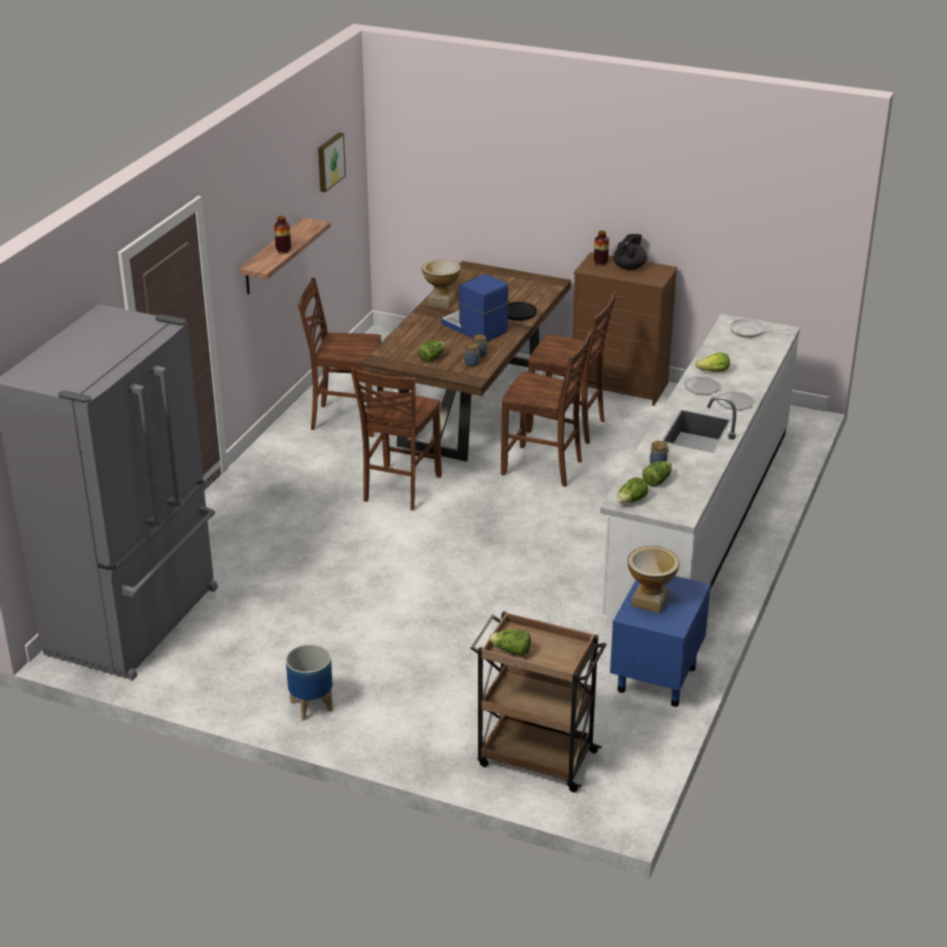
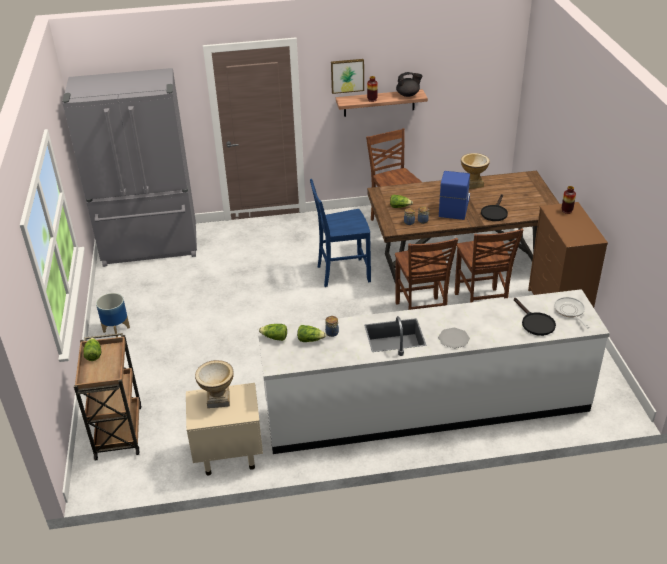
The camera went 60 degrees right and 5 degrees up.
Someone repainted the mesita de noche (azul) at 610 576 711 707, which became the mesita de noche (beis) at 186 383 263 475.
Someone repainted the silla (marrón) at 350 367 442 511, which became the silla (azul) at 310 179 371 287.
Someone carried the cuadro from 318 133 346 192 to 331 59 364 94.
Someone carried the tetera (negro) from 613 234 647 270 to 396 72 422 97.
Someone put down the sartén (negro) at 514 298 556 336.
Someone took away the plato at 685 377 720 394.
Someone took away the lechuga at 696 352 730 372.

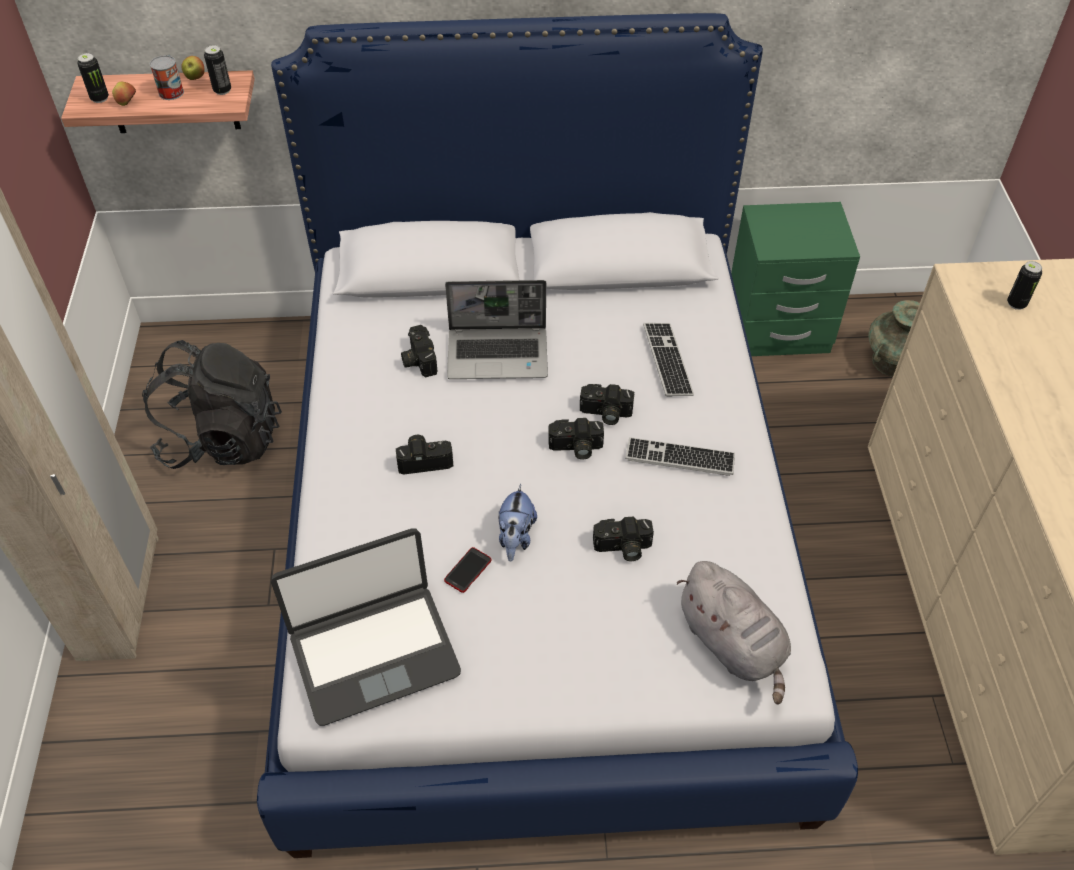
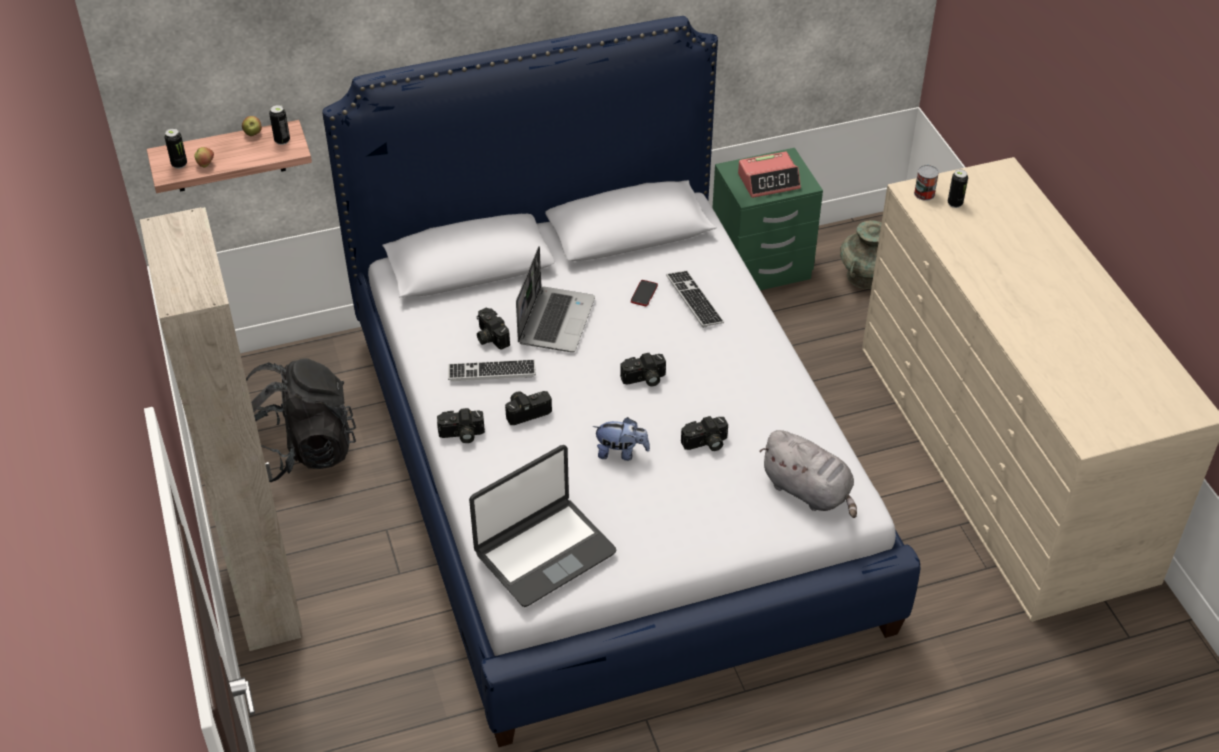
The camera went 15 degrees left and 5 degrees down.
Someone carried the cámara from 580 384 634 425 to 437 408 485 443.
Someone carried the teclado from 625 437 735 476 to 448 359 536 381.
Someone rotated the portátil at 445 280 548 379 by 60 degrees counterclockwise.
Someone rotated the peluche at 499 484 537 561 by 75 degrees counterclockwise.
Someone carried the móvil from 444 547 492 593 to 631 280 658 306.
Someone put down the despertador at 738 152 801 198.
Someone carried the lata from 150 55 184 100 to 914 165 939 201.

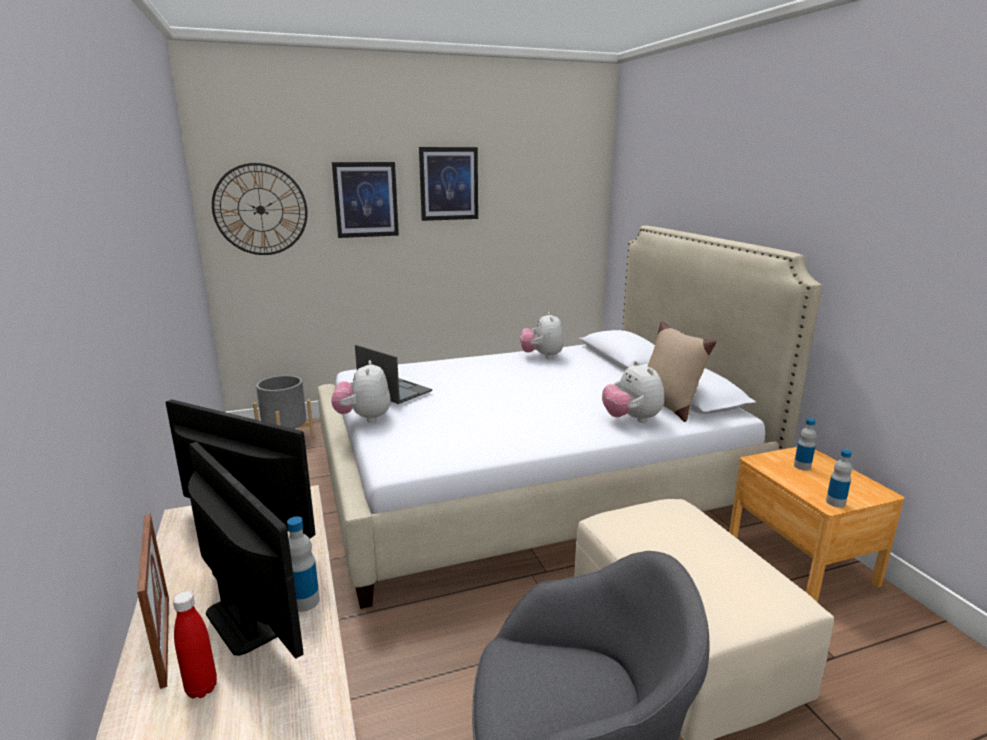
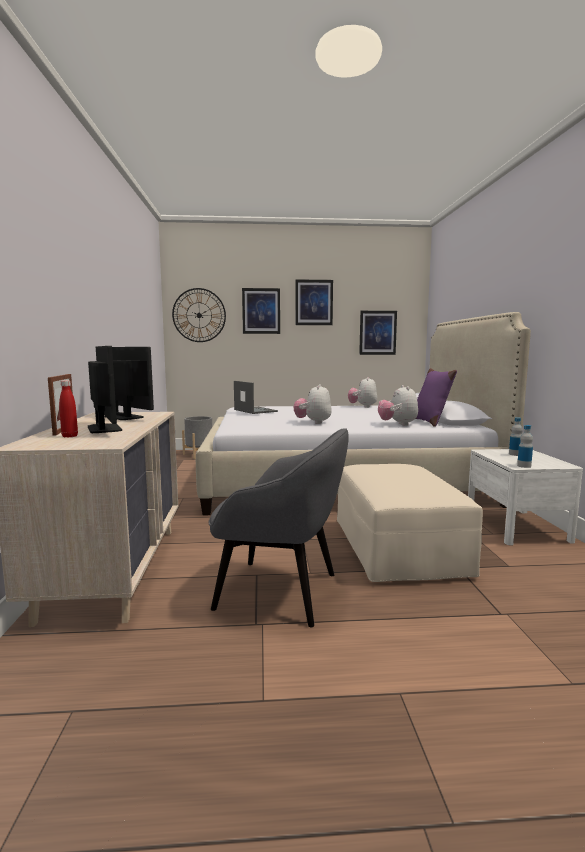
The camera went 15 degrees right and 10 degrees down.
Someone carried the peluche from 331 360 391 423 to 294 384 332 424.
Someone put up the cuadro at 359 311 397 355.
Someone repainted the cojín (beis) at 647 321 717 422, which became the cojín (morado) at 416 368 457 427.
Someone repainted the mesita de noche (marrón) at 729 447 904 603, which became the mesita de noche (blanco) at 468 449 583 545.
Someone took away the botella at 287 516 320 612.

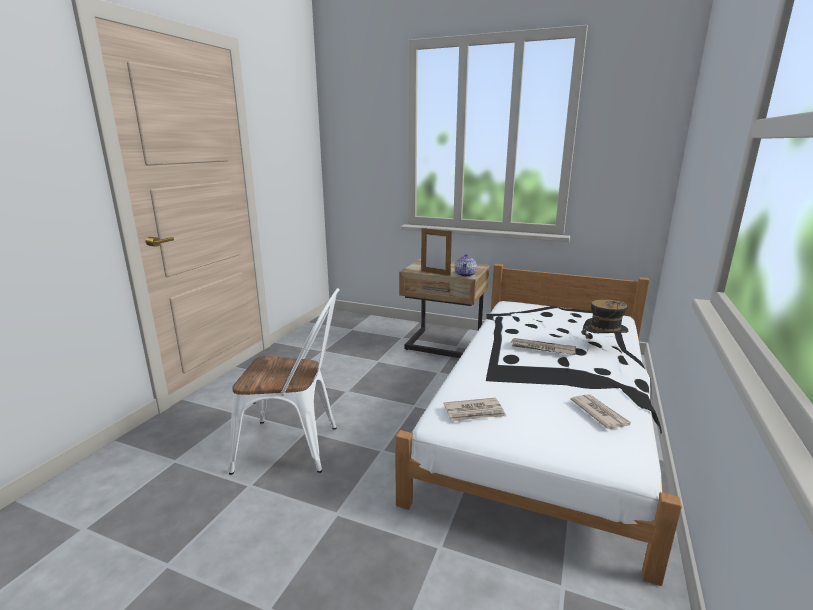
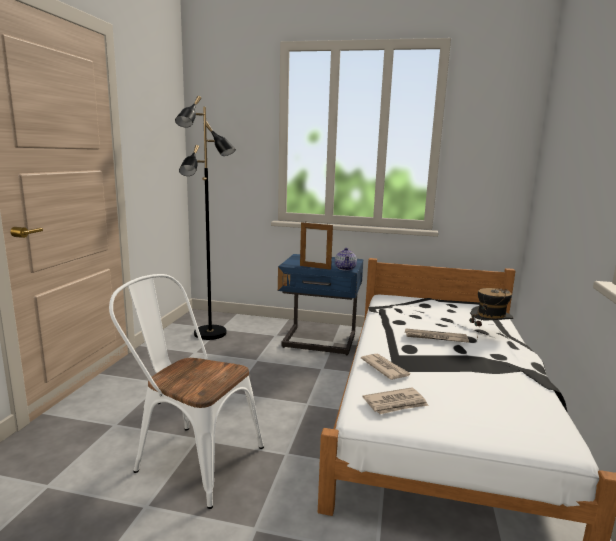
The camera went 10 degrees left and 5 degrees down.
Someone rotated the silla (blanco) at 229 288 340 475 by 150 degrees counterclockwise.
Someone put down the lámpara de pie (negro) at 175 96 236 340.
Someone repainted the mesita de noche (beis) at 399 258 489 358, which became the mesita de noche (azul) at 278 254 363 355.
Someone carried the periódico from 570 394 632 429 to 361 353 411 380.

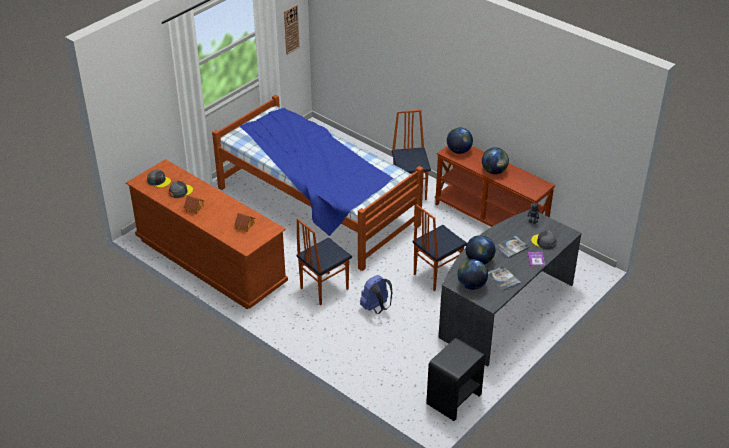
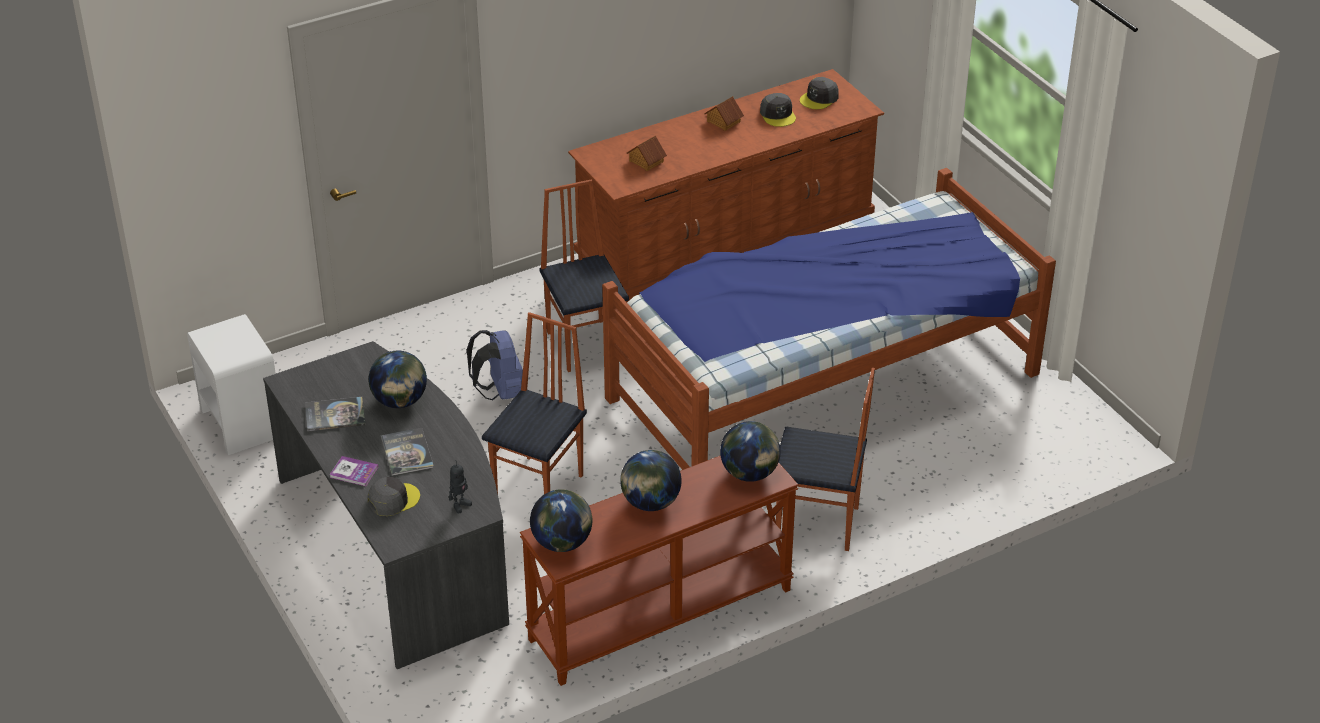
The camera went 110 degrees right and 0 degrees up.
Someone repainted the mesita de noche (negro) at 426 338 486 421, which became the mesita de noche (blanco) at 187 314 276 455.
Someone rotated the silla at 412 205 467 291 by 45 degrees clockwise.
Someone carried the globo terráqueo from 458 259 488 290 to 530 489 592 552.
Someone took away the reloj de pared at 284 4 300 55.

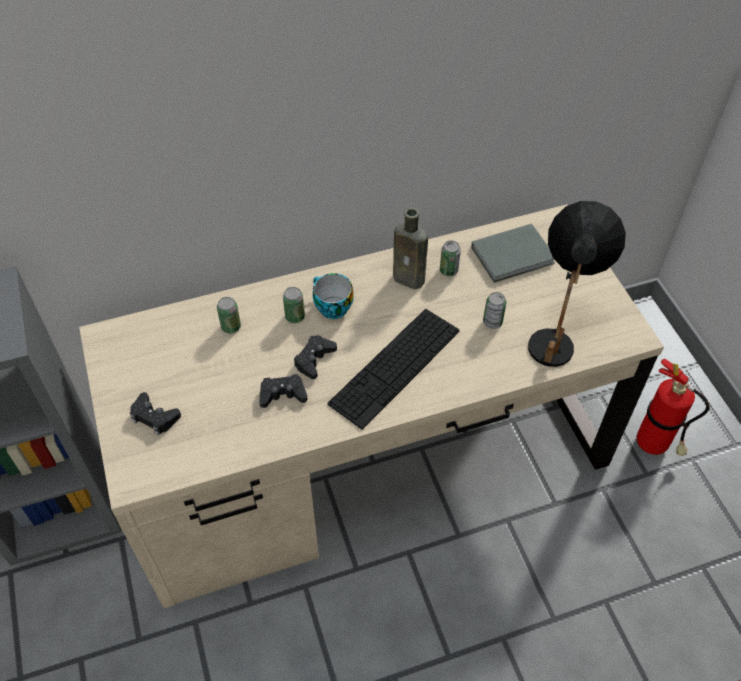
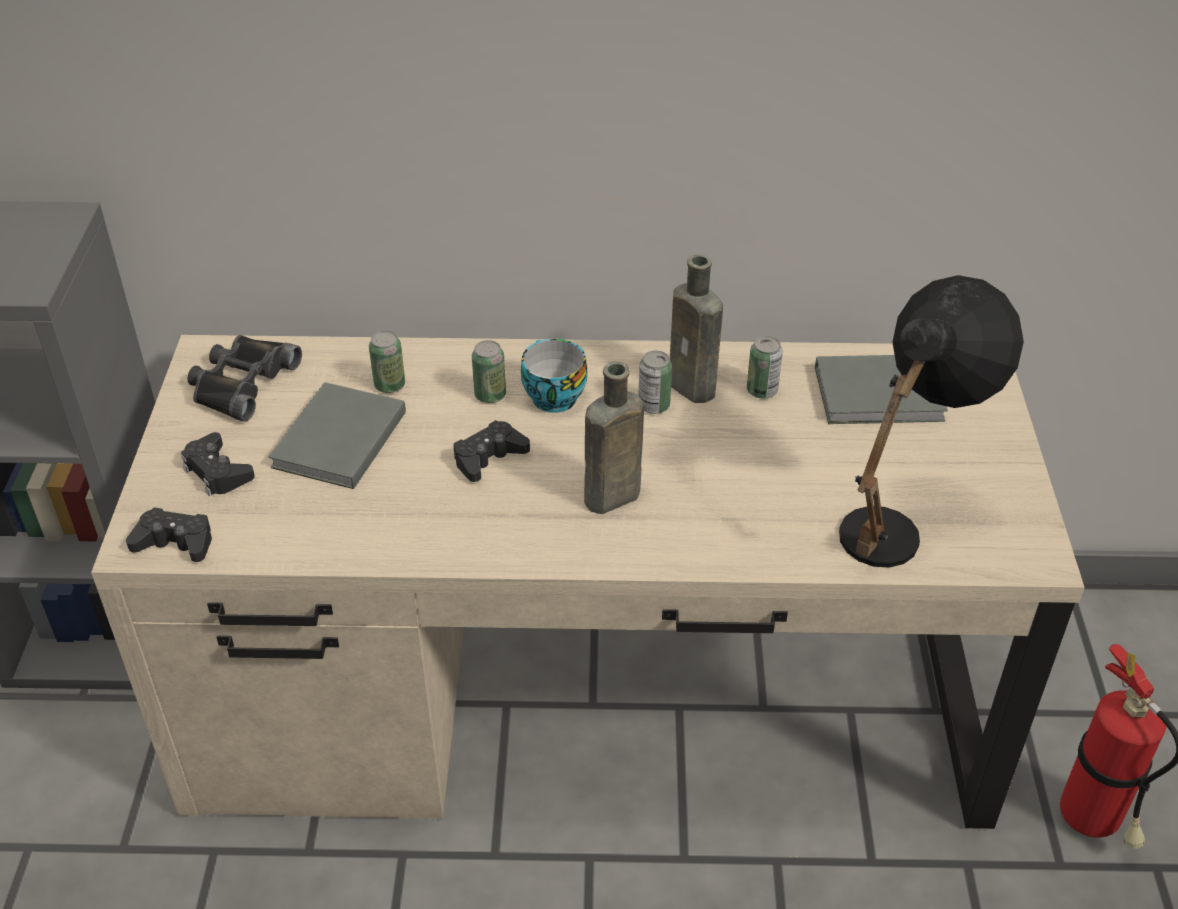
The camera went 20 degrees right and 10 degrees down.
Someone carried the mando de consola (negro) from 259 374 307 408 to 126 507 212 562.
Someone put down the prismáticos (negro) at 187 335 302 422.
Someone put down the libro (gris) at 268 382 406 489.
Someone swapped the teclado at 328 309 459 430 for the botella (marrón) at 584 361 644 514.
Someone carried the lata from 483 292 506 329 to 638 351 672 414.

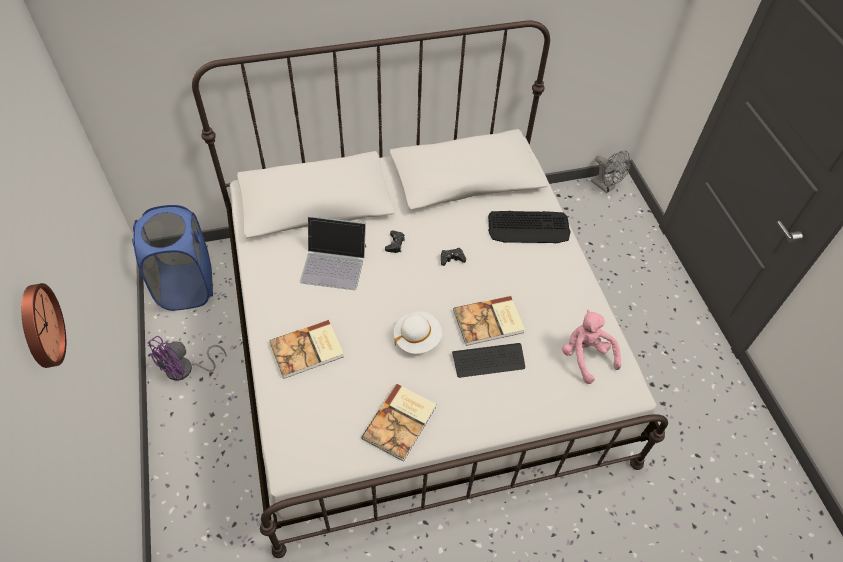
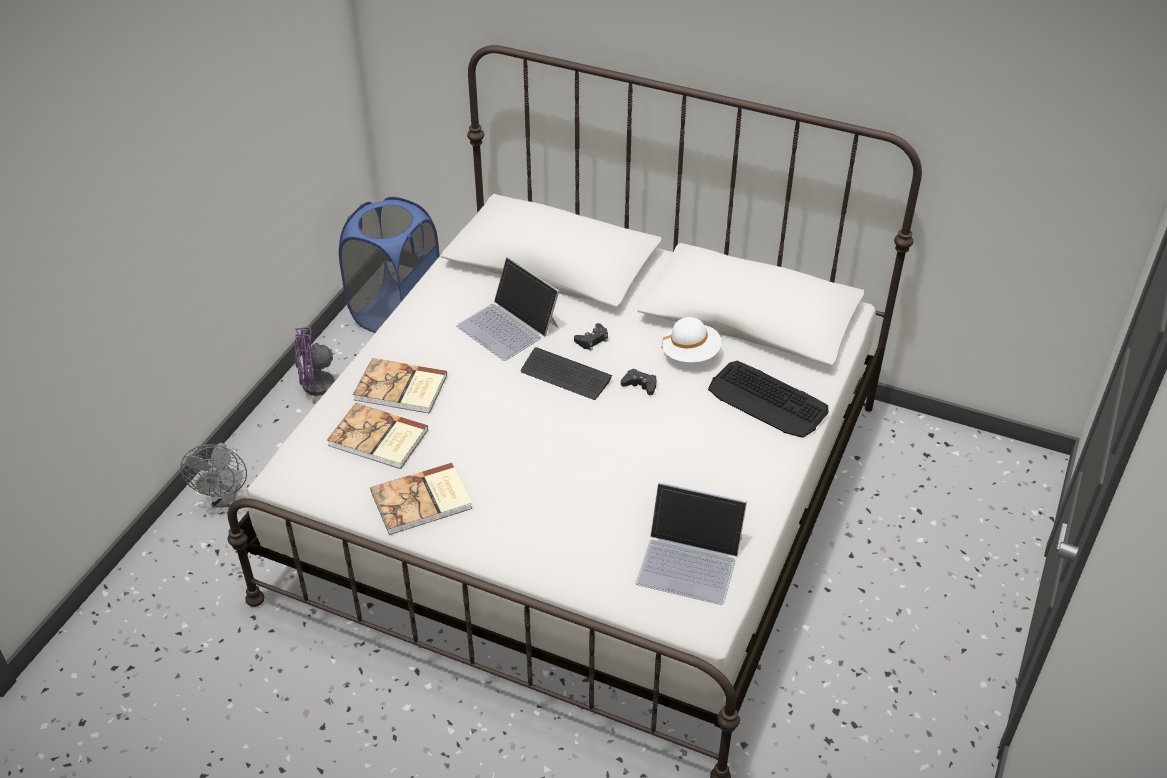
The camera went 40 degrees right and 10 degrees down.
Someone carried the ventilador (gris) from 591 151 630 193 to 180 443 247 508.
Someone carried the libro from 453 296 525 346 to 327 403 428 469.
Someone carried the teclado from 452 343 525 378 to 521 347 612 400.
Someone swapped the peluche (rosa) at 562 310 621 384 for the portátil at 636 482 747 605.
Someone carried the sombrero (blanco) from 394 312 442 354 to 662 317 721 362.
Someone took away the reloj de pared at 21 283 66 368.

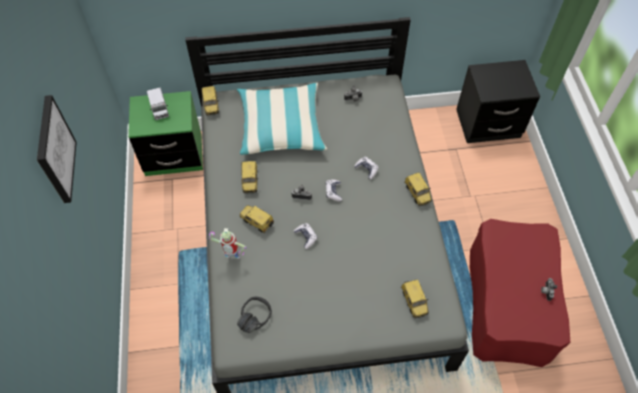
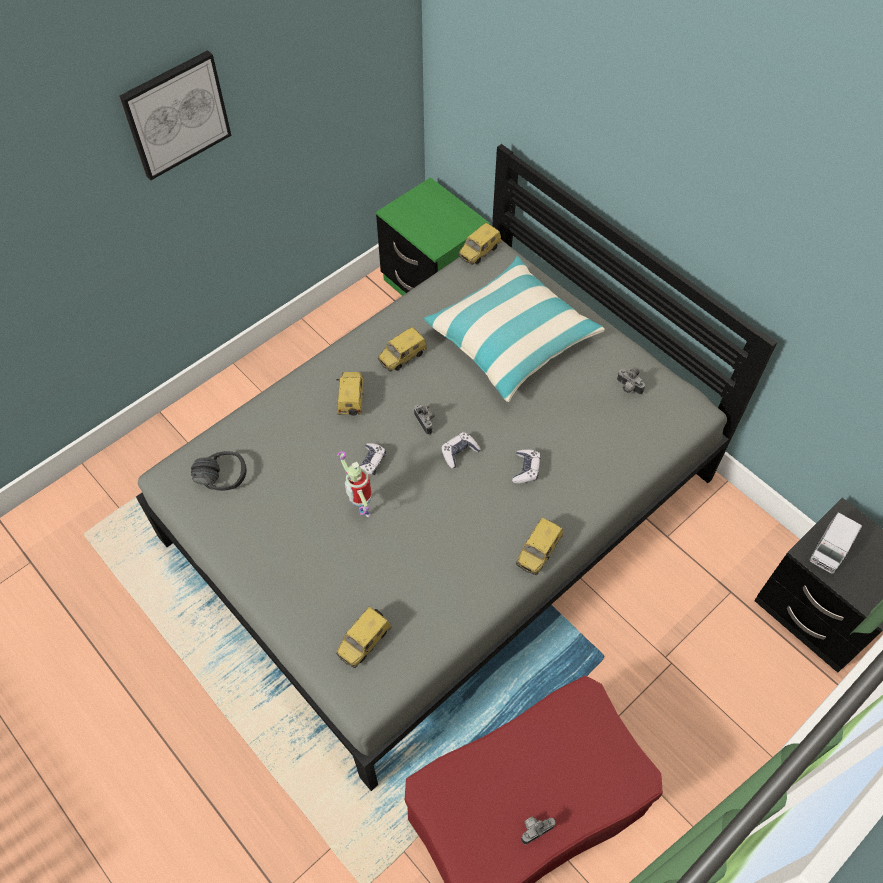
The camera went 55 degrees right and 0 degrees up.
Someone carried the robot de juguete from 208 228 246 259 to 337 451 372 517.
Someone carried the camión de juguete from 147 88 169 120 to 809 513 862 574.

